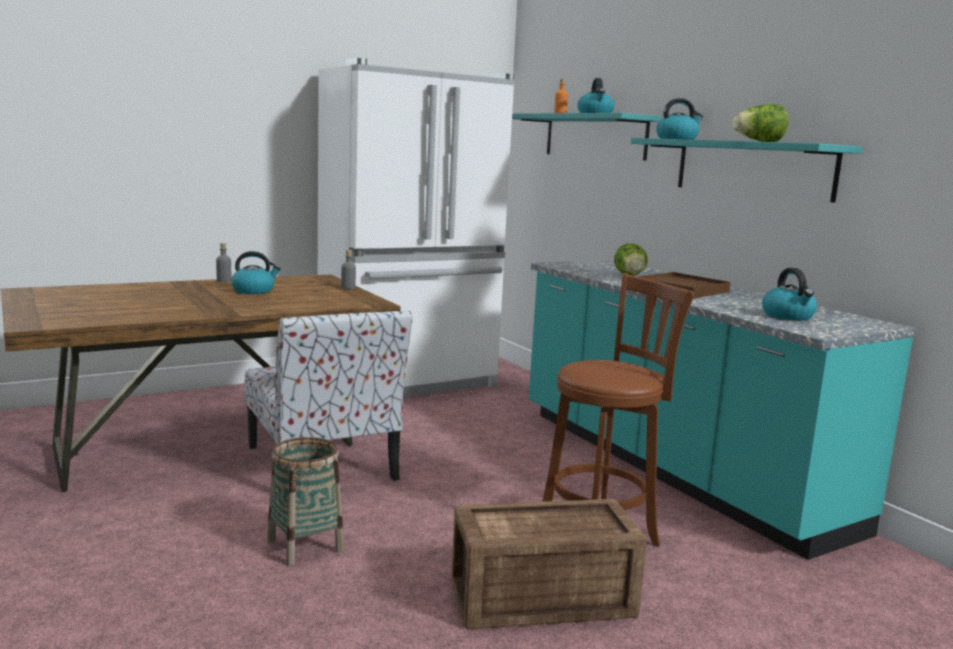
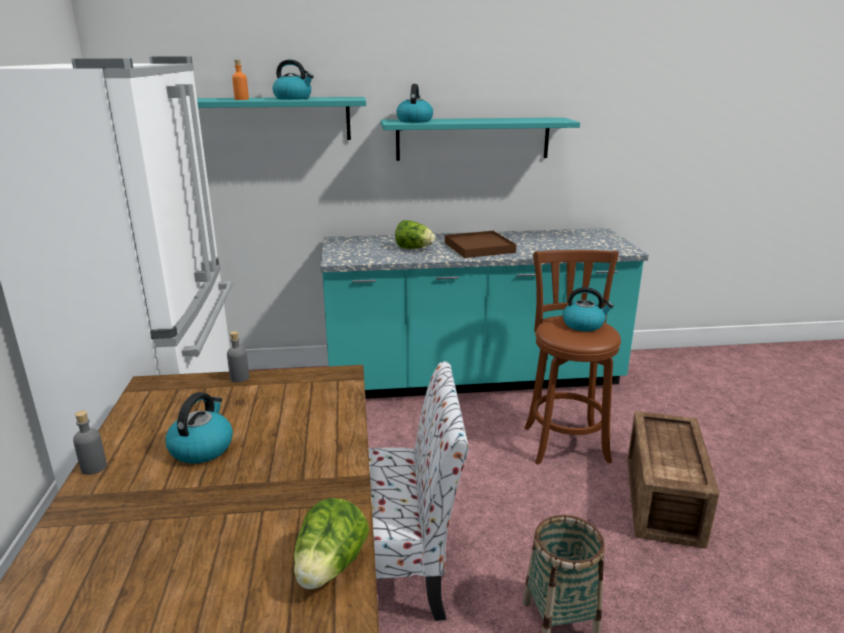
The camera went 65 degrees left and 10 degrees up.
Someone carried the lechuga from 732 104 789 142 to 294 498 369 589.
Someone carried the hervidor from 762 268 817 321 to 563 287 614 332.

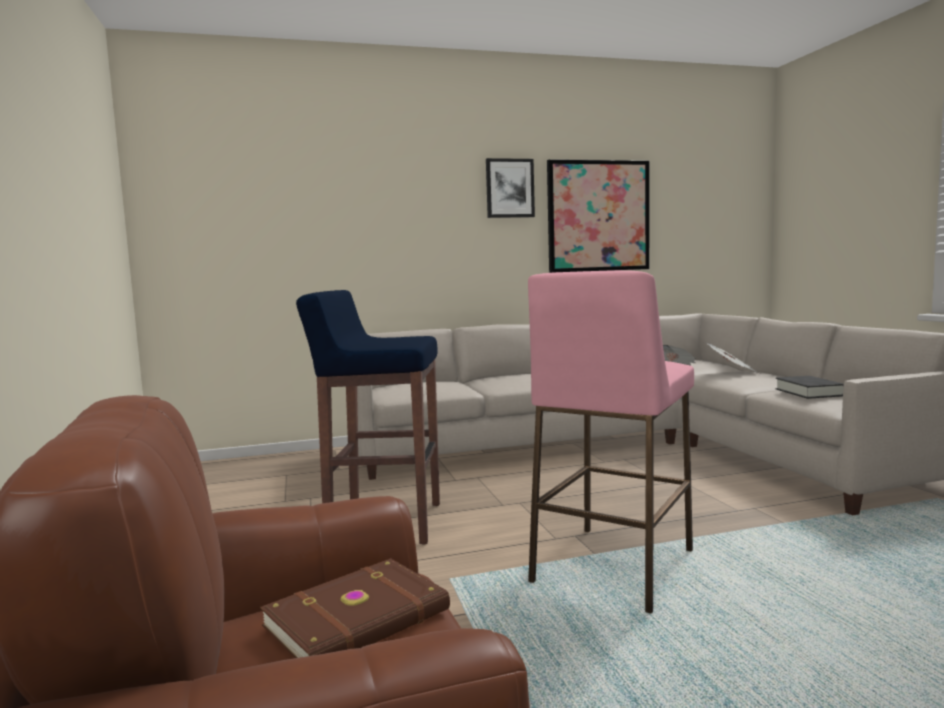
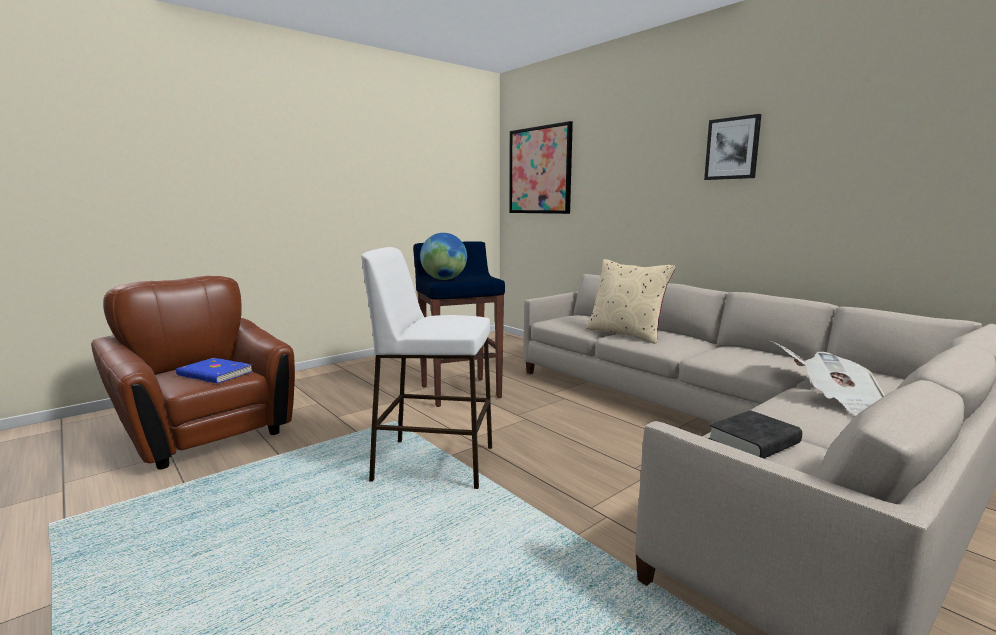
The camera went 65 degrees right and 5 degrees up.
Someone repainted the libro (marrón) at 260 558 450 658, which became the libro (azul) at 176 358 253 383.
Someone repainted the taburete (rosa) at 528 270 694 614, which became the taburete (blanco) at 361 247 492 489.
Someone put down the globo terráqueo at 420 233 467 280.
Someone carried the cuadro from 547 159 649 273 to 509 121 573 214.
Someone put down the cojín (beis) at 585 259 676 344.

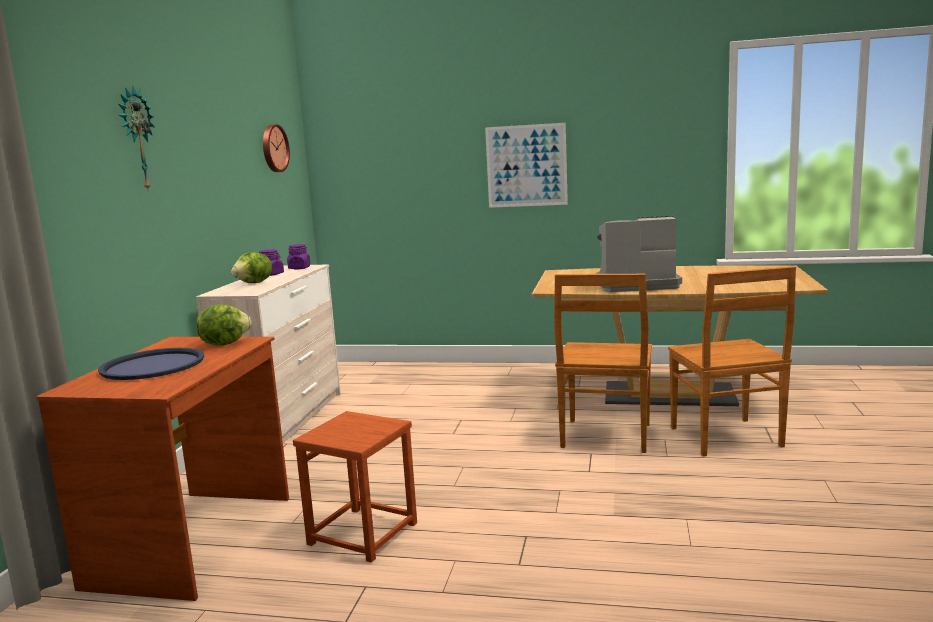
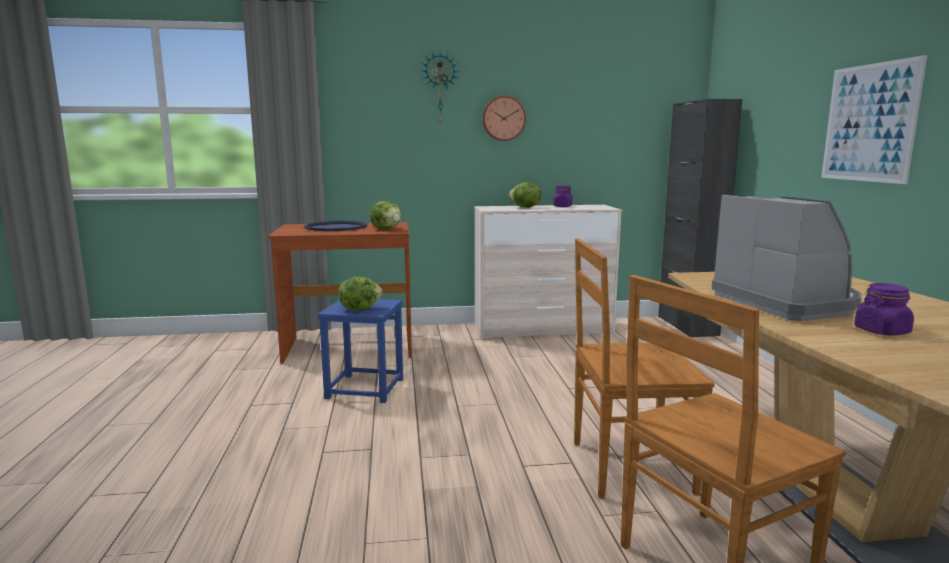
The camera went 70 degrees right and 0 degrees up.
Someone repainted the taburete (marrón) at 293 411 417 563, which became the taburete (azul) at 318 299 403 403.
Someone put down the lechuga at 338 276 383 311.
Someone carried the reloj de pared from 263 124 290 172 to 482 95 526 141.
Someone put down the armario (negro) at 658 99 742 337.
Someone carried the tarro (morado) from 287 244 311 269 to 854 283 914 335.

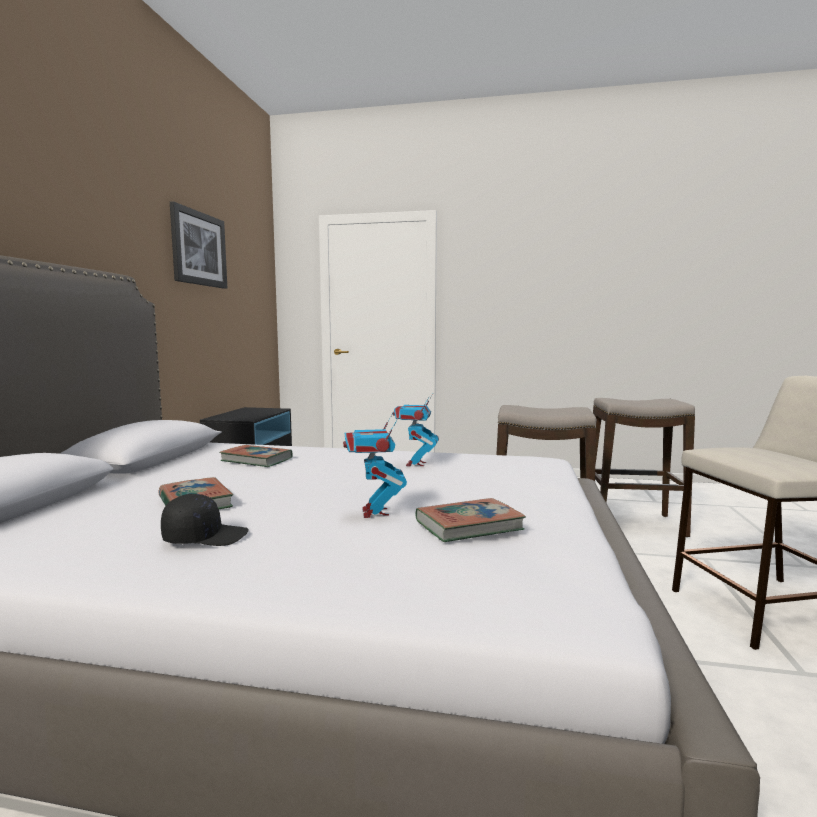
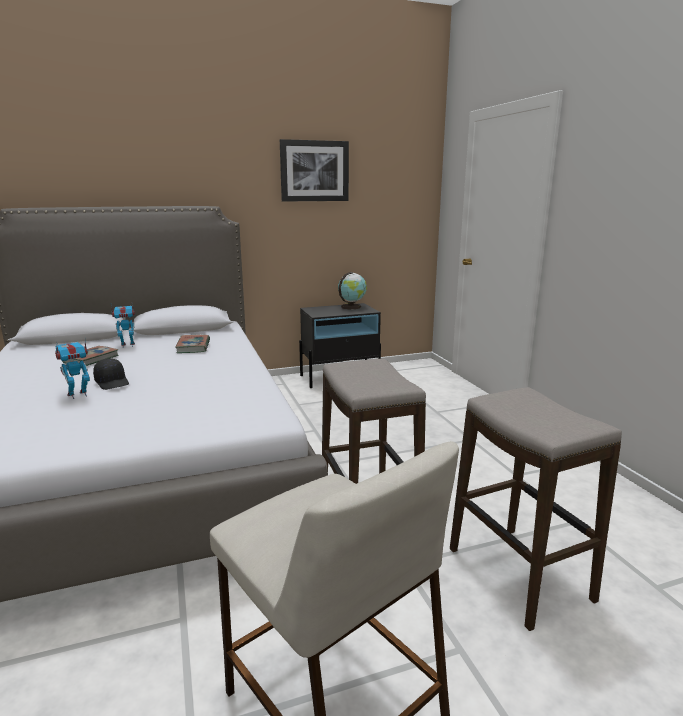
The camera went 60 degrees right and 10 degrees up.
Someone carried the gorra (negro) from 161 494 249 546 to 93 358 129 390.
Someone carried the robot de juguete from 393 393 439 466 to 111 305 135 348.
Someone put down the globo terráqueo at 338 272 367 310.
Someone took away the libro at 415 498 526 542.

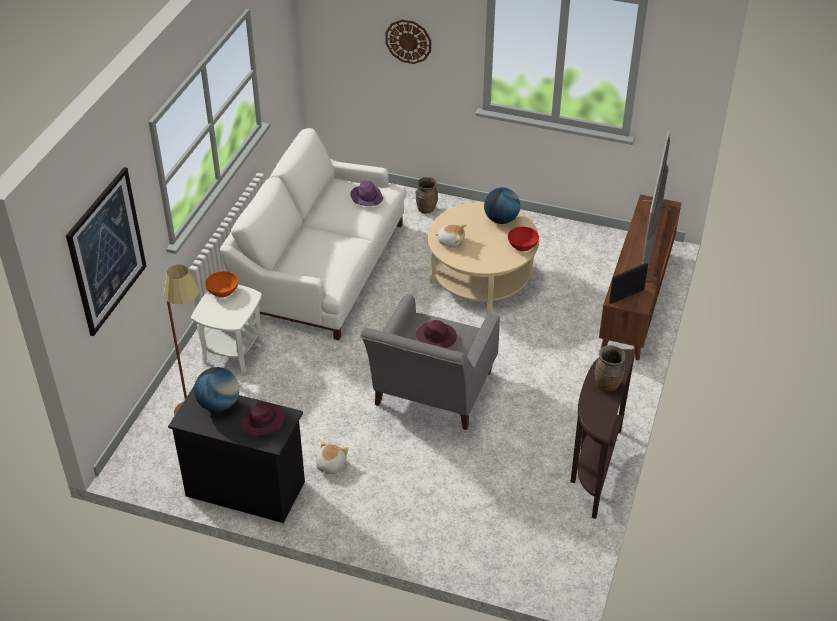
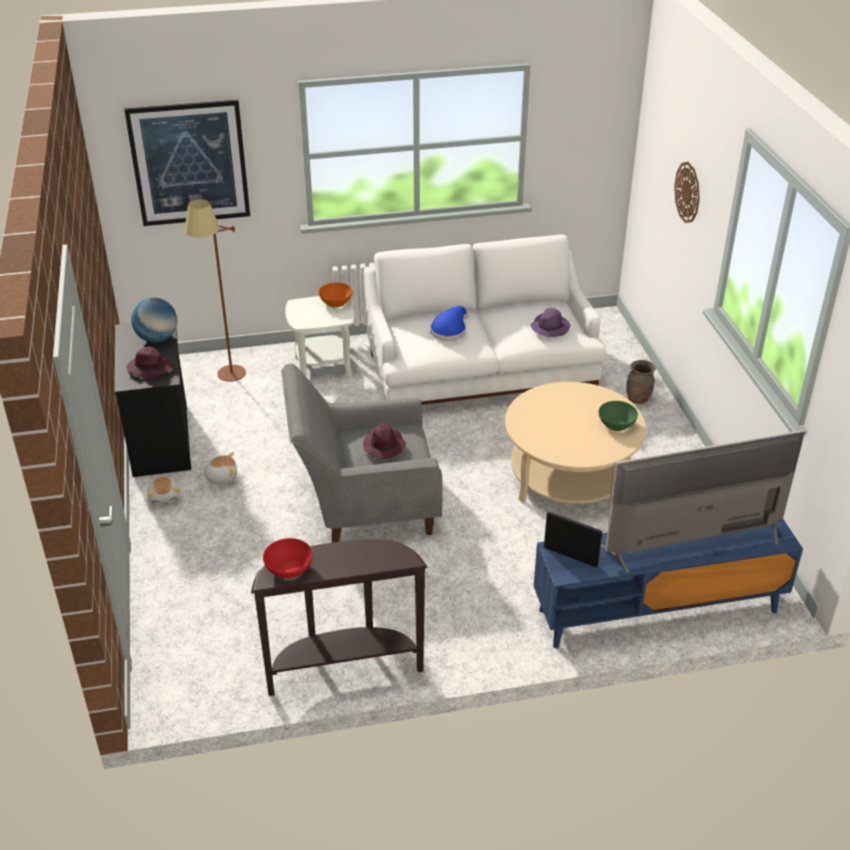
The camera went 60 degrees right and 5 degrees down.
Someone carried the peluche from 435 224 466 248 to 147 477 180 505.
Someone carried the cuenco (rojo) from 508 227 539 251 to 263 538 313 579.
Someone put down the sombrero (azul) at 430 306 468 341.
Someone repainted the mueble de televisión (marrón) at 599 194 682 360, which became the mueble de televisión (azul) at 534 519 803 648.
Someone swapped the globo terráqueo at 484 187 520 224 for the cuenco (verde) at 599 401 638 431.
Someone took away the florero (marrón) at 594 346 625 391.

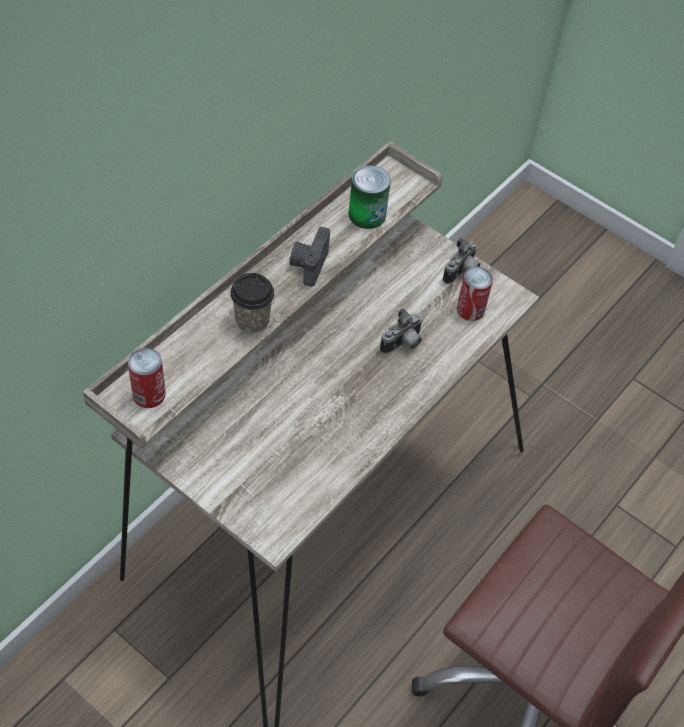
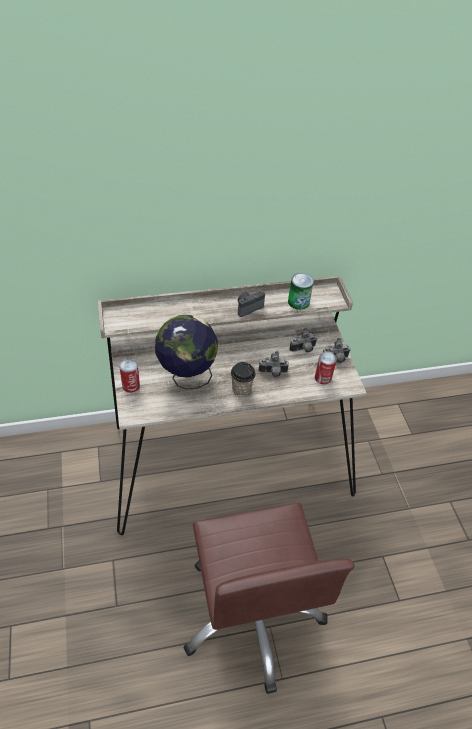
The camera went 40 degrees right and 5 degrees down.
Someone carried the lata from 128 348 166 408 to 119 359 140 393.
Someone put down the globo terráqueo at 155 315 218 389.
Someone carried the taza from 230 273 274 334 to 231 362 256 396.
Someone put down the cámara at 289 328 317 353.

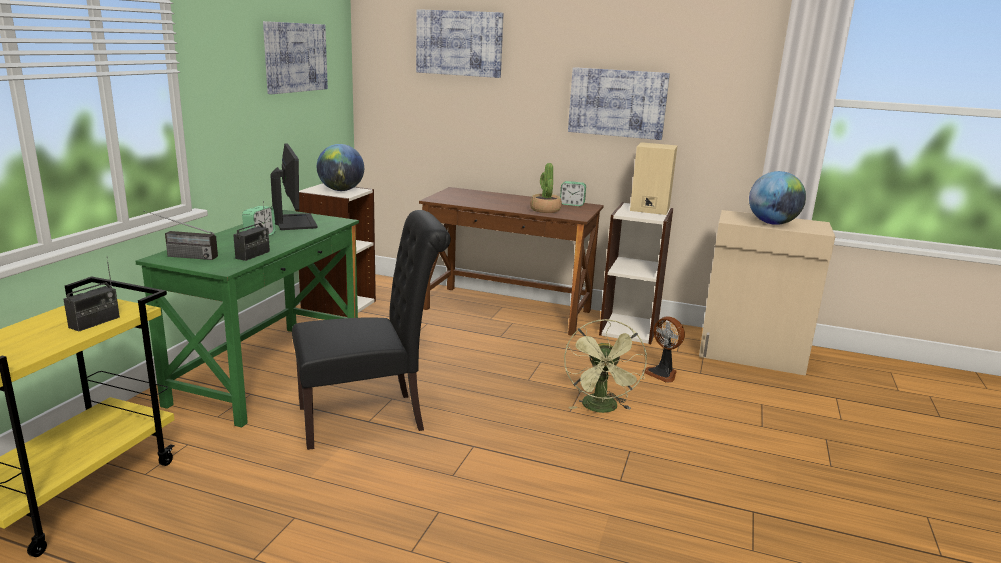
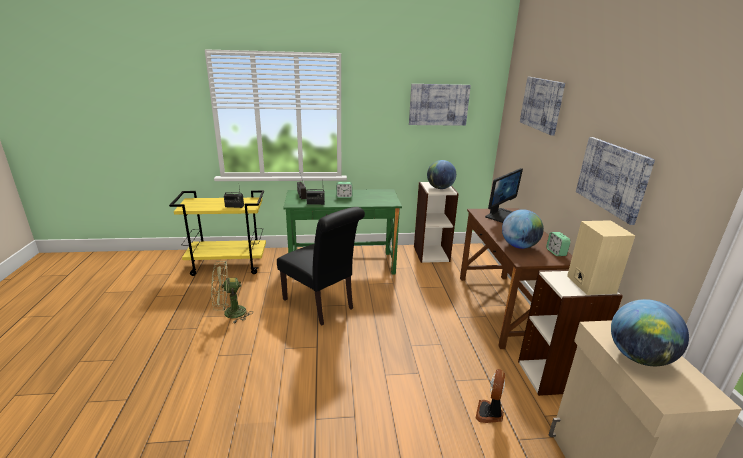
The camera went 65 degrees right and 5 degrees up.
Someone carried the ventilador (verde) from 564 319 647 413 to 211 261 253 323.
Someone carried the monitor from 270 143 317 230 to 485 168 523 223.
Someone swapped the planta en maceta at 530 163 562 213 for the globo terráqueo at 502 209 544 249.

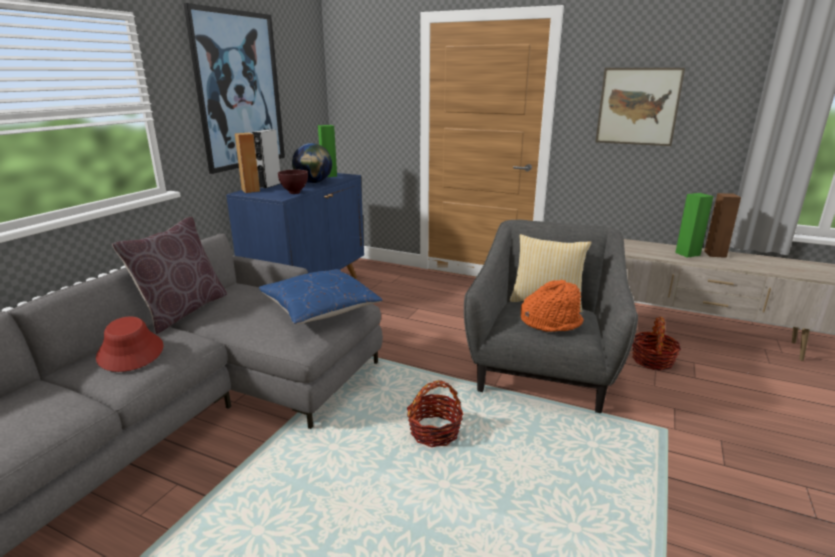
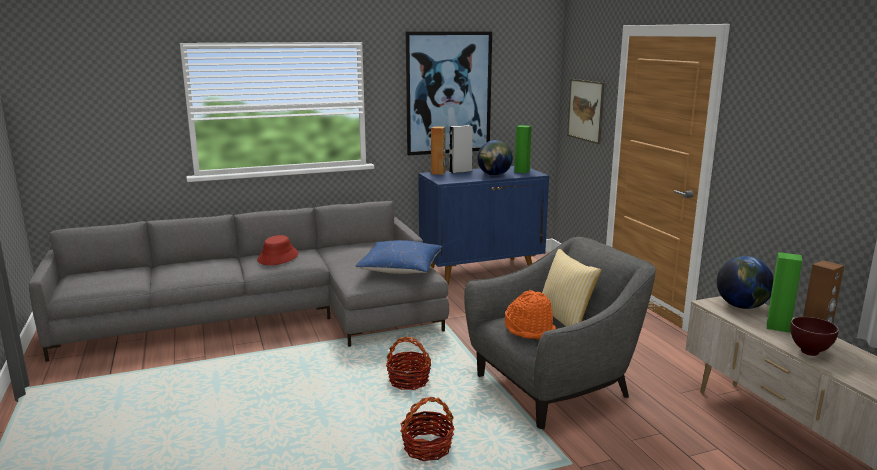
The camera went 45 degrees right and 5 degrees down.
Someone carried the cesta from 632 317 681 370 to 400 397 455 461.
Someone carried the cuadro from 595 68 685 146 to 567 79 604 144.
Someone put down the globo terráqueo at 717 256 774 309.
Someone carried the cuenco (marrón) from 278 170 308 194 to 790 317 839 356.
Someone took away the cojín (marrón) at 112 217 227 334.

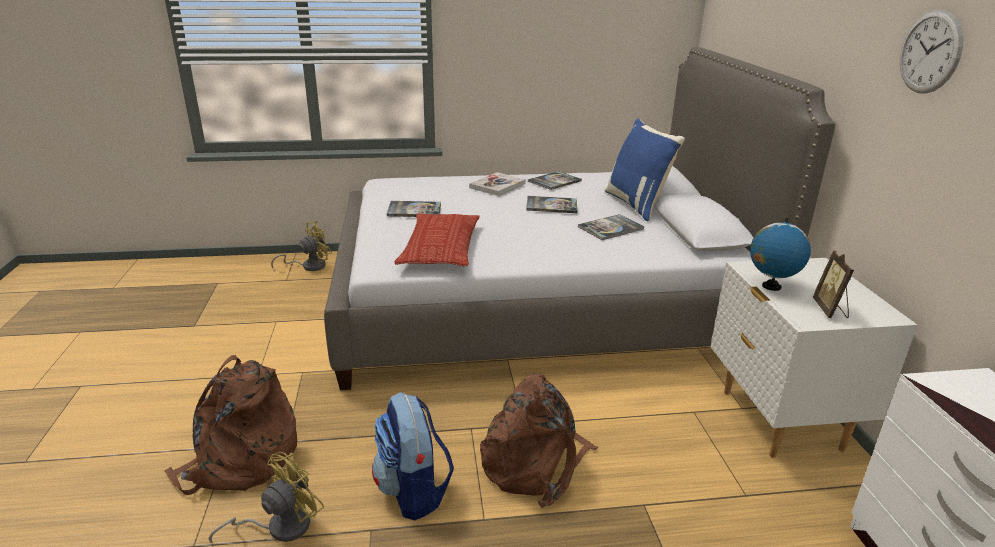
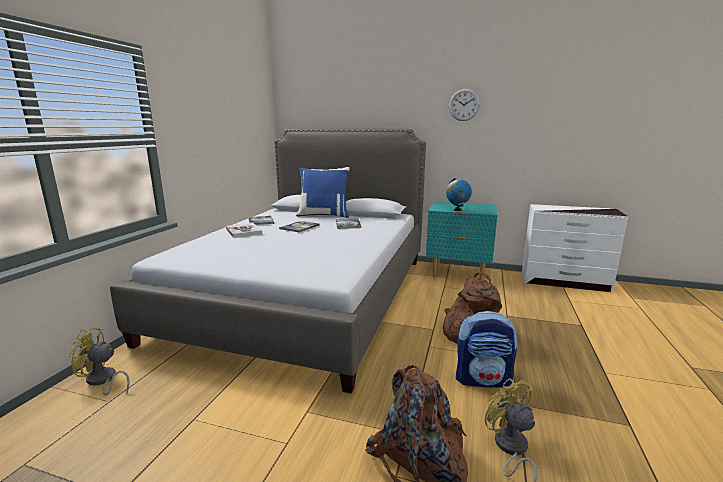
The camera went 65 degrees left and 10 degrees down.
Someone rotated the ventilador (amarillo) at 271 221 332 271 by 75 degrees counterclockwise.
Someone repainted the mesita de noche (blanco) at 711 258 917 458, which became the mesita de noche (turquesa) at 426 201 497 281.
Someone took away the libro at 387 201 441 217.
Someone took away the cojín at 395 213 480 266.
Someone took away the portarretratos at 813 251 854 318.

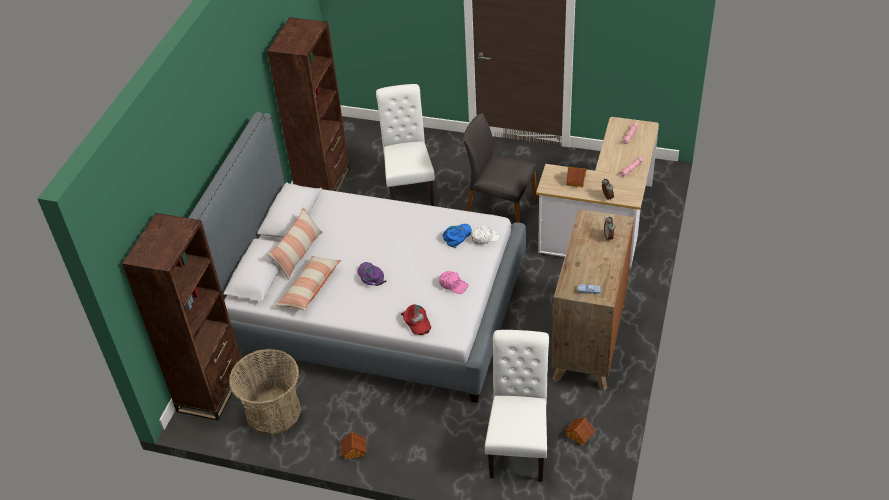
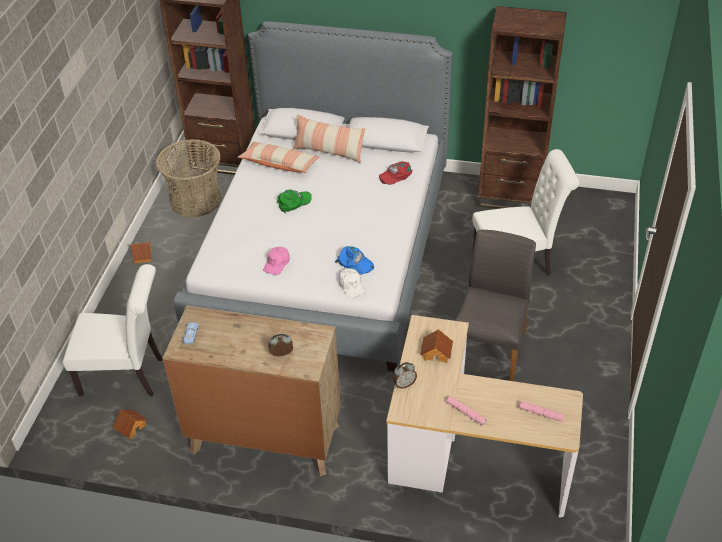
The camera went 85 degrees right and 0 degrees up.
Someone repainted the gorra (morado) at 357 262 387 286, which became the gorra (verde) at 277 190 312 214.
Someone carried the gorra (rojo) from 401 304 431 335 to 379 161 412 185.

